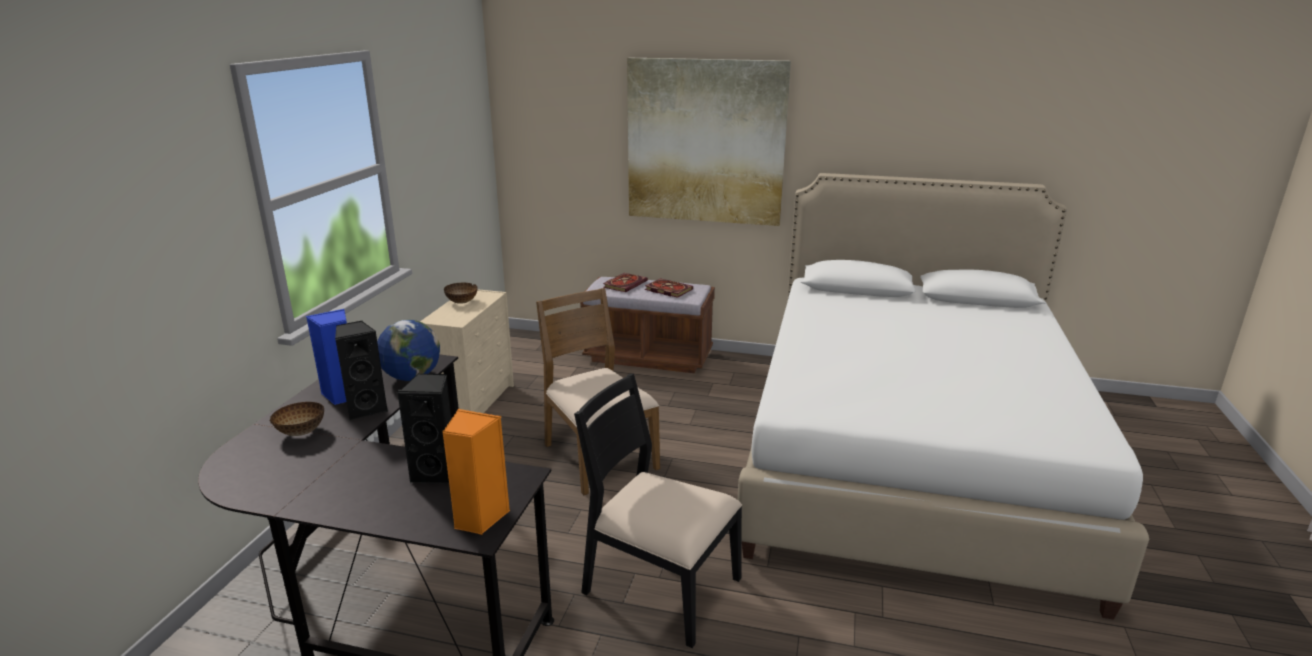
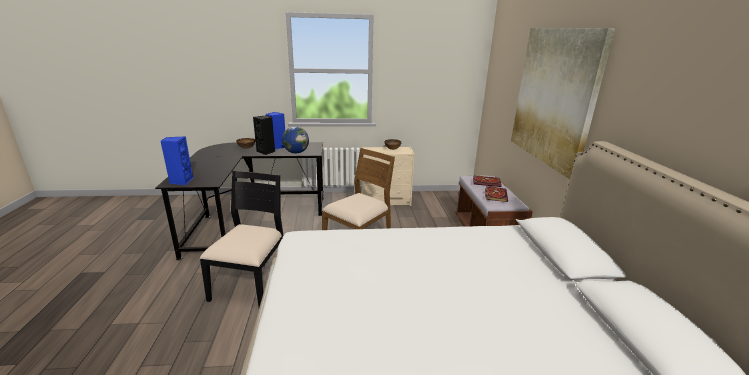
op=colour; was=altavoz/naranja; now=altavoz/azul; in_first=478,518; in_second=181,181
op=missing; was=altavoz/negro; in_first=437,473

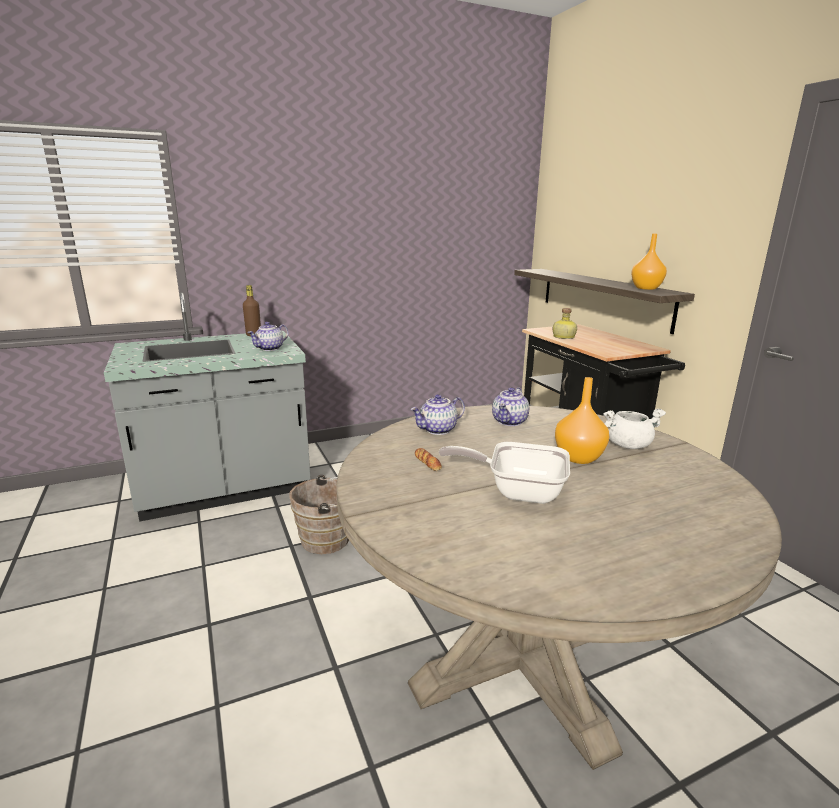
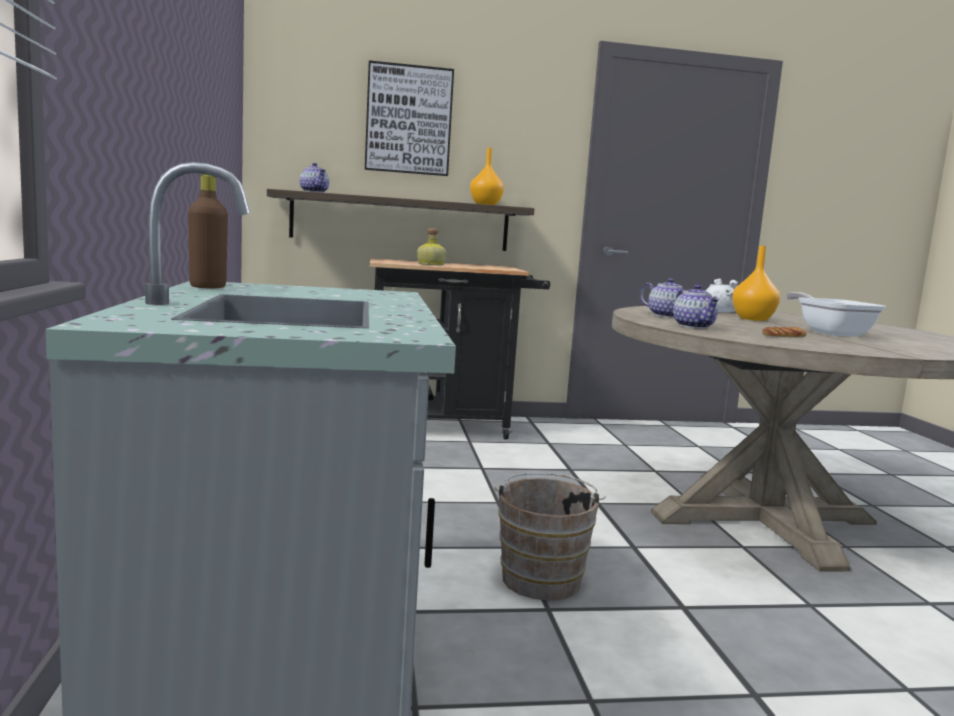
op=relocated; was=tetera; in_first=270,349; in_second=315,192
op=appeared; now=cuadro; in_second=408,120
op=spun; was=sartén; in_first=517,491; in_second=830,332; clockwise=135

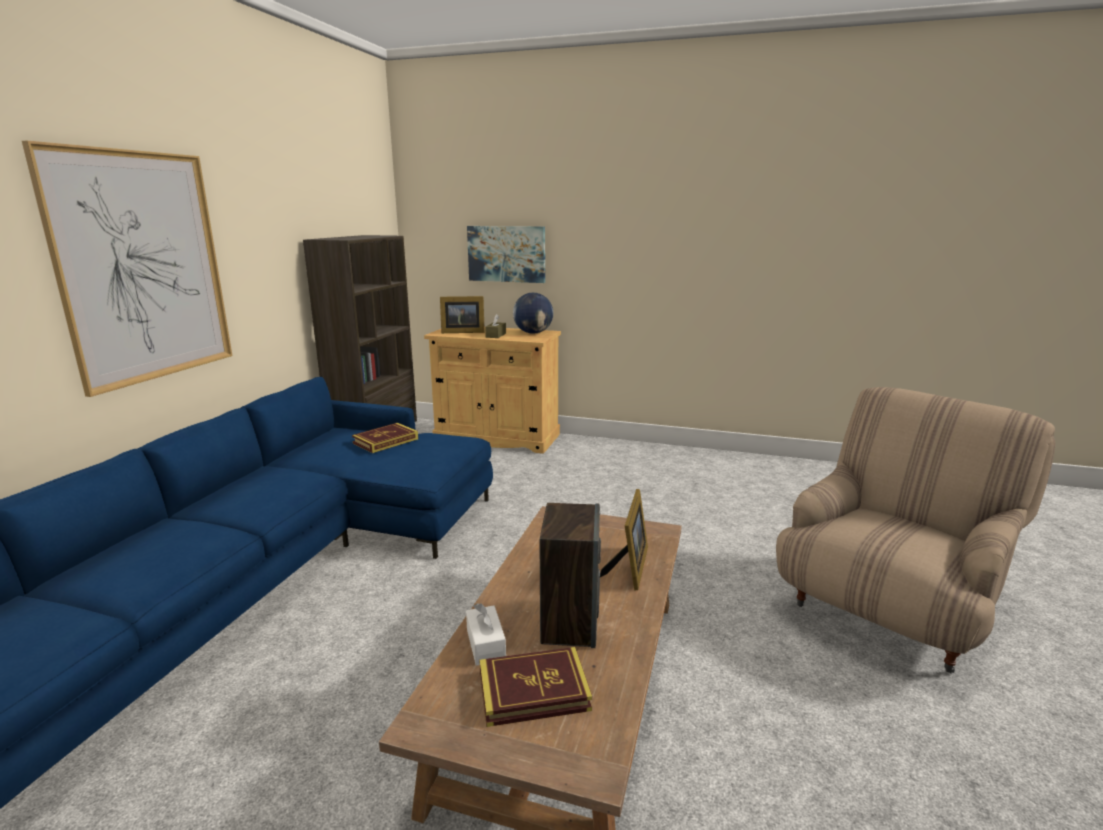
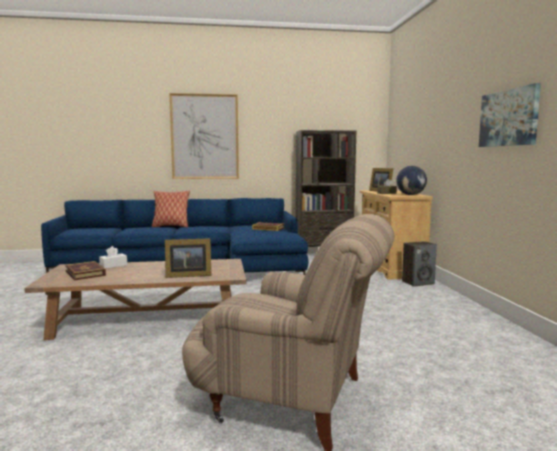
op=appeared; now=cojín; in_second=171,226
op=relocated; was=altavoz; in_first=569,622; in_second=418,282
op=relocated; was=cuadro; in_first=506,254; in_second=508,118

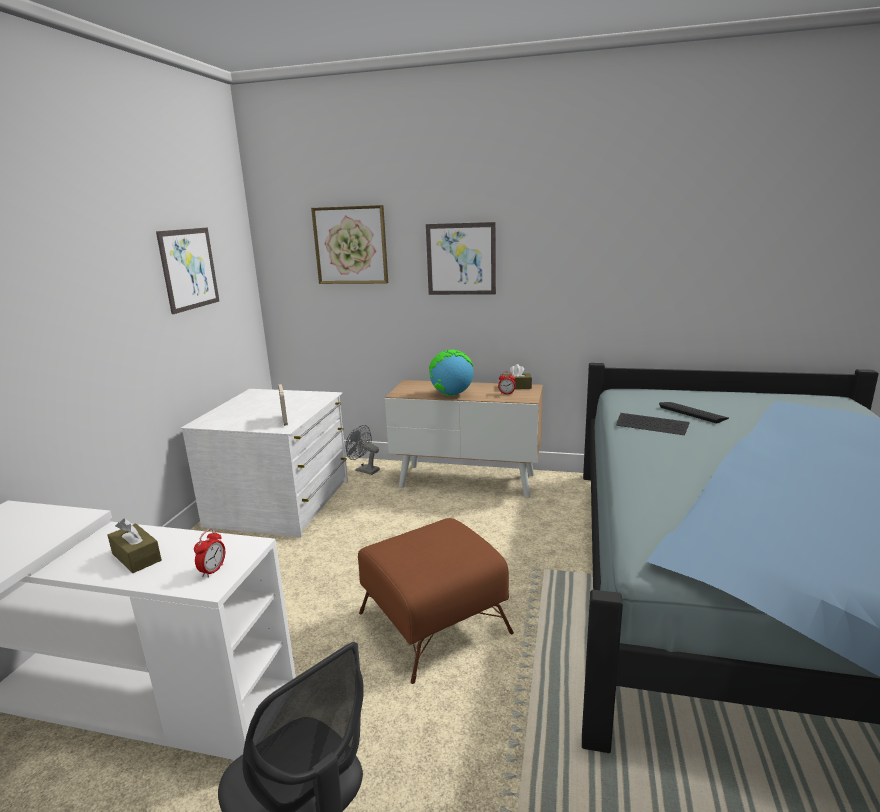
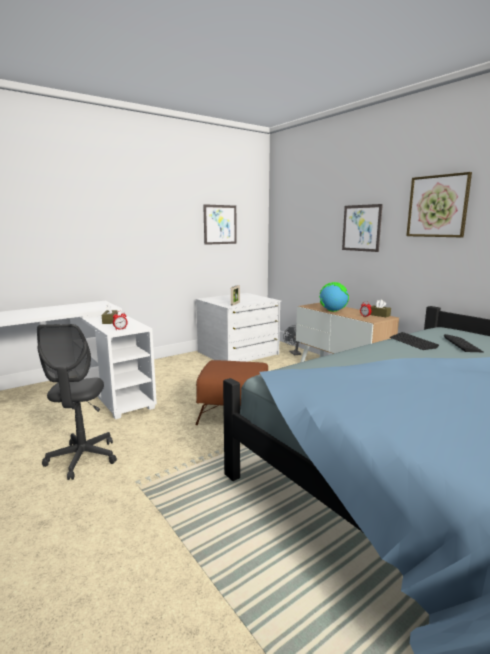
op=relocated; was=cuadro; in_first=351,245; in_second=437,206

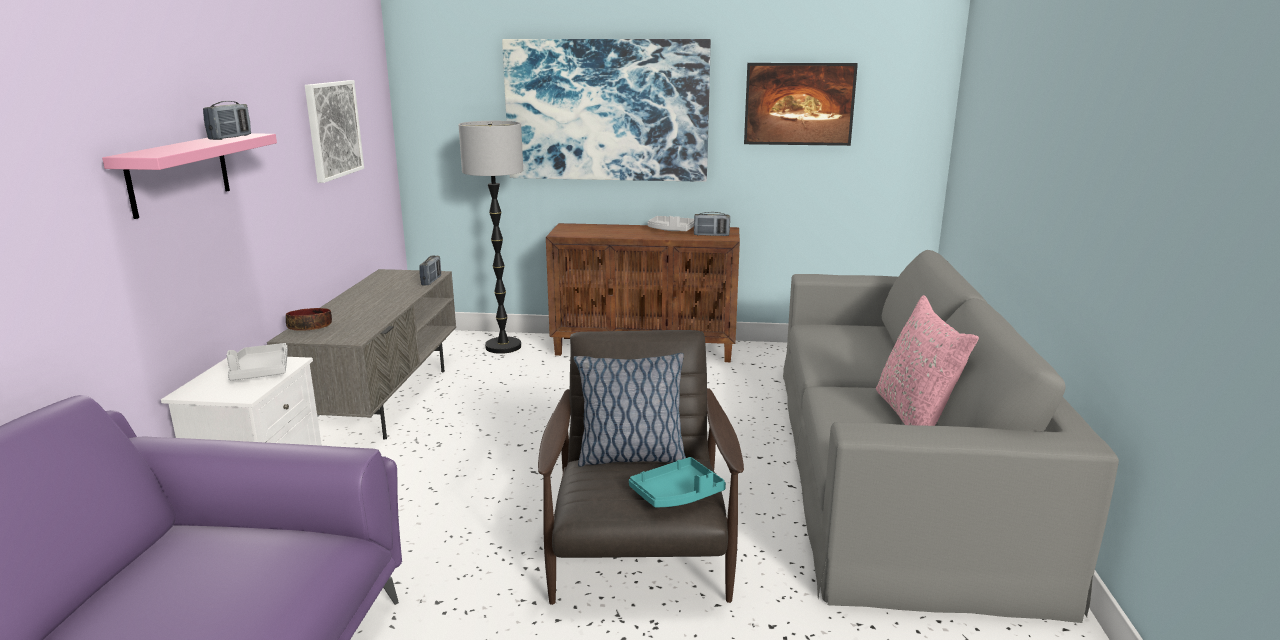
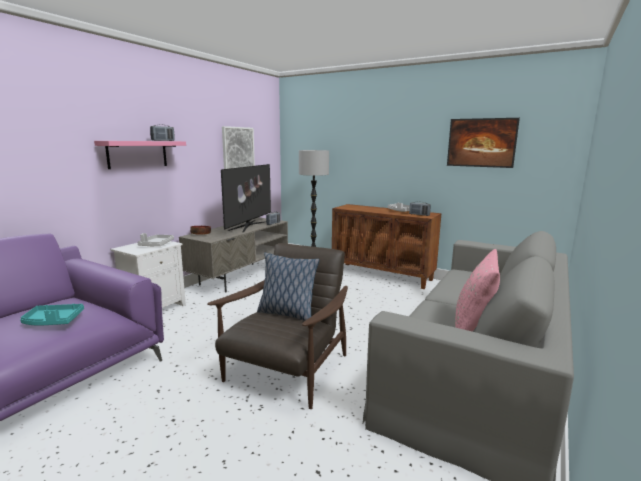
op=relocated; was=bandeja/turquesa; in_first=677,494; in_second=53,321
op=appeared; now=televisor; in_second=248,226
op=missing; was=cuadro; in_first=607,110

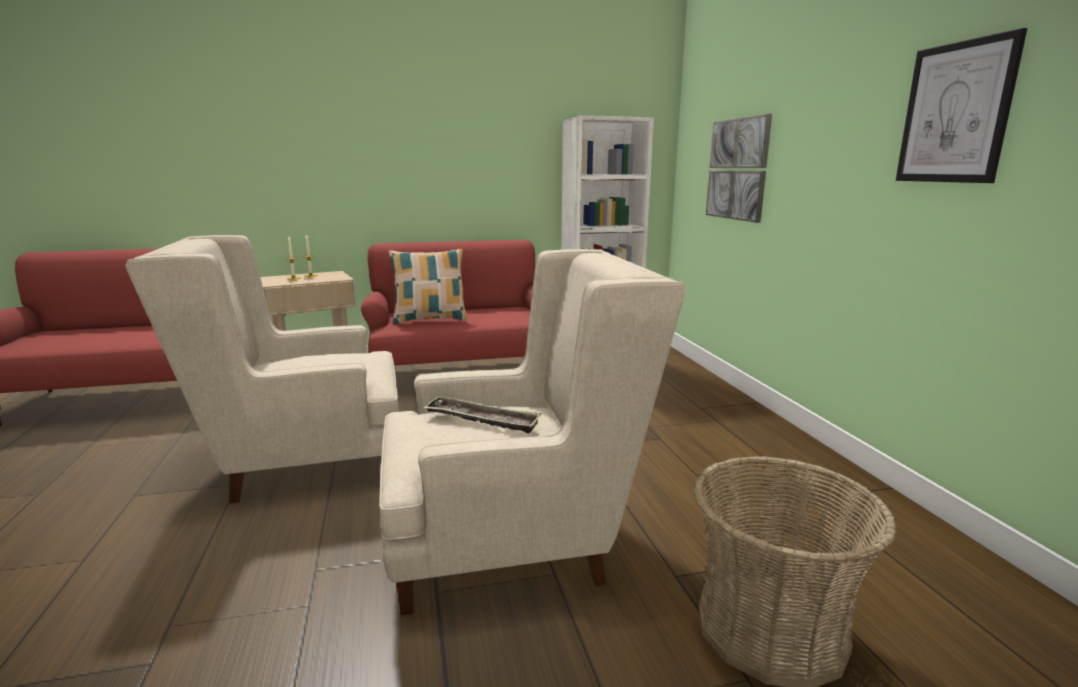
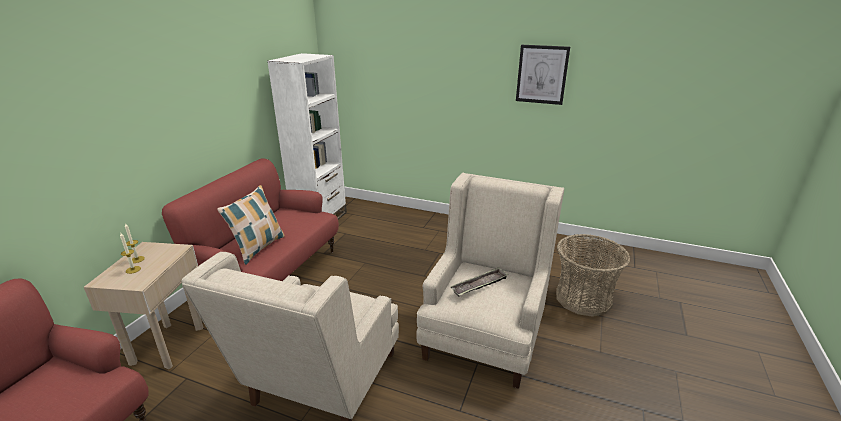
op=missing; was=cuadro; in_first=737,169

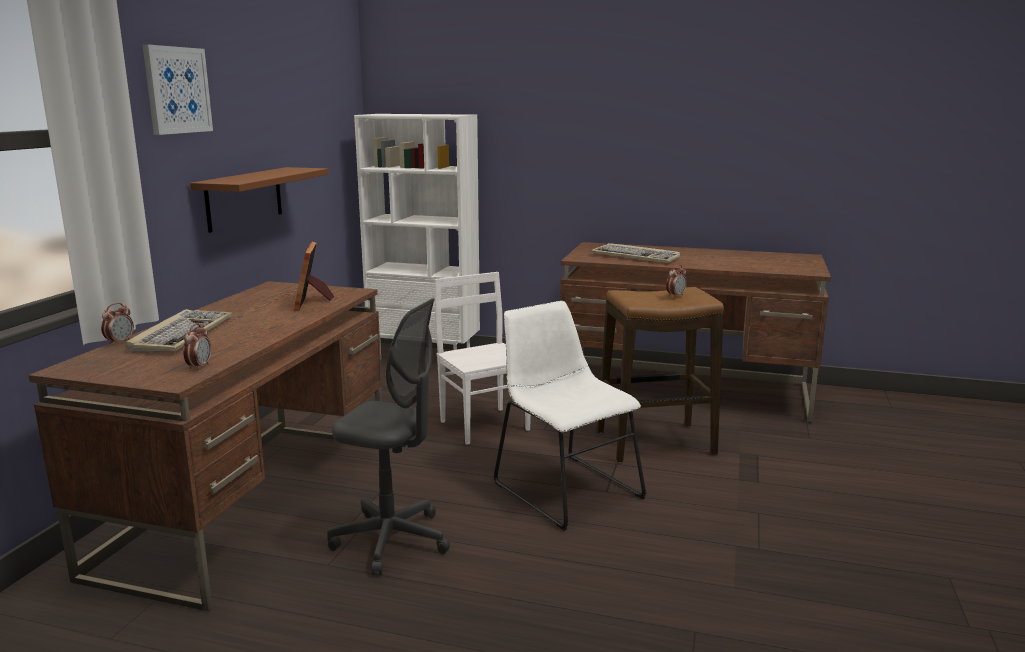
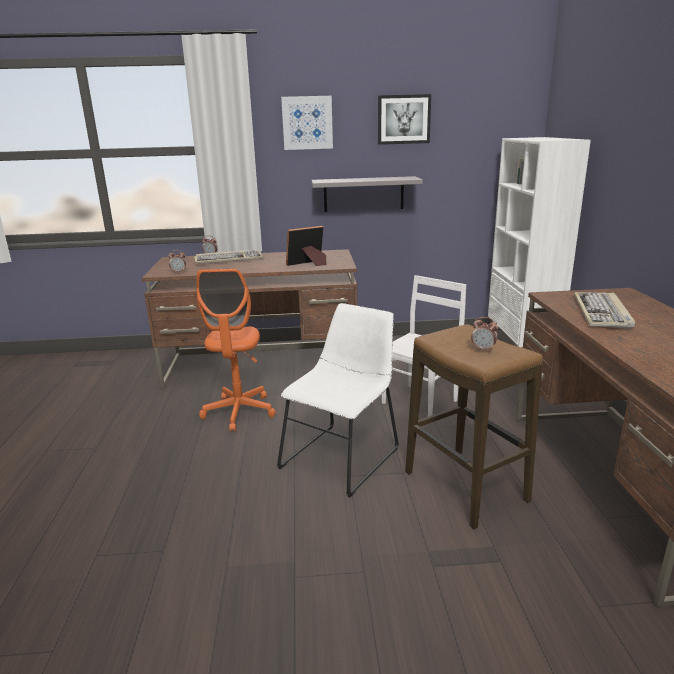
op=colour; was=silla de oficina/gris; now=silla de oficina/naranja; in_first=391,540; in_second=239,412
op=colour; was=estante/marrón; now=estante/gris; in_first=244,198; in_second=363,194
op=appeared; now=cuadro; in_second=403,119

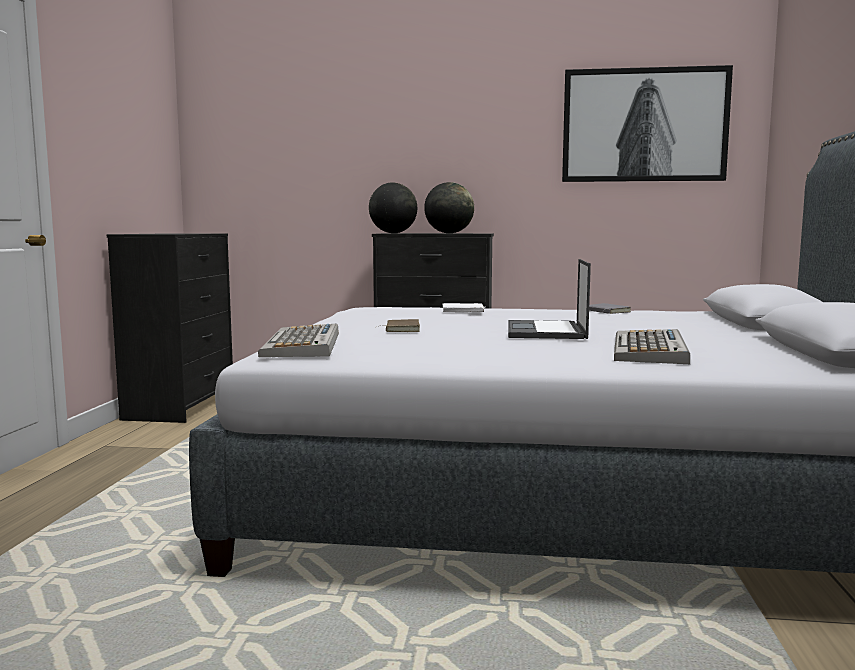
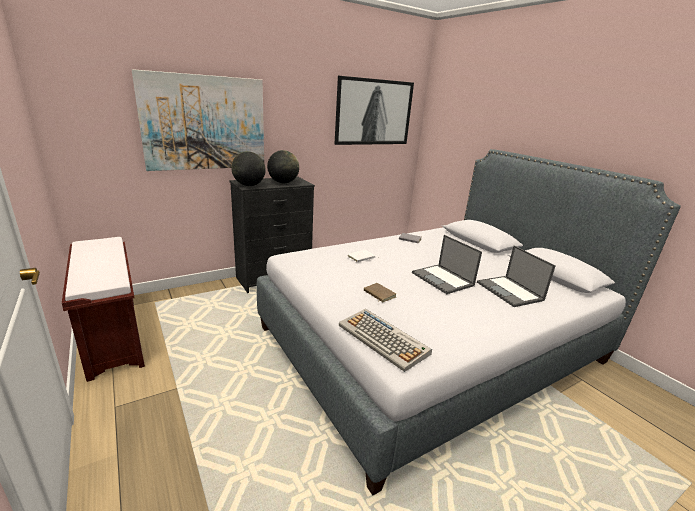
op=exchanged; was=cómoda/negro; now=banco/marrón; in_first=181,406; in_second=113,336
op=appeared; now=cuadro; in_second=205,123
op=exchanged; was=teclado; now=portátil; in_first=650,349; in_second=510,291

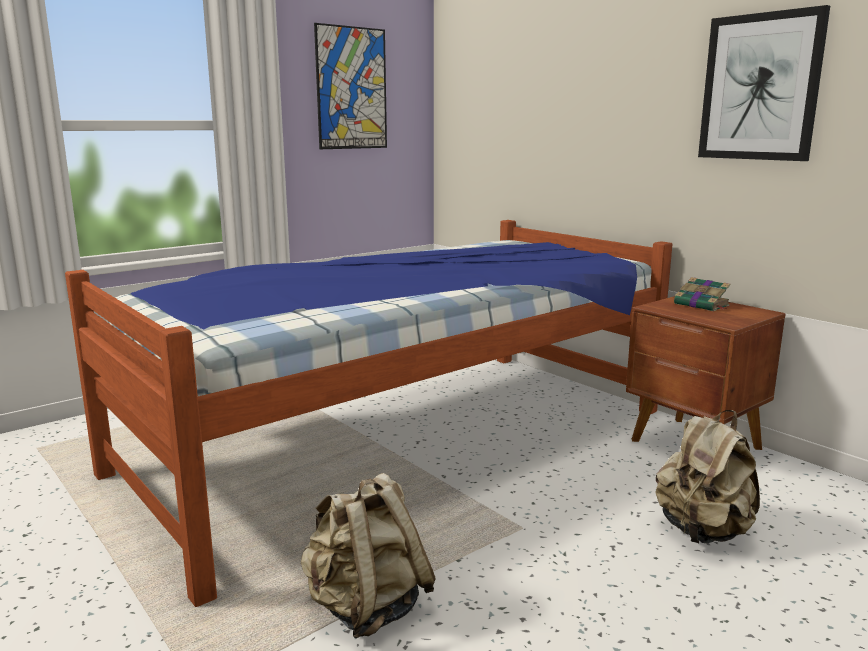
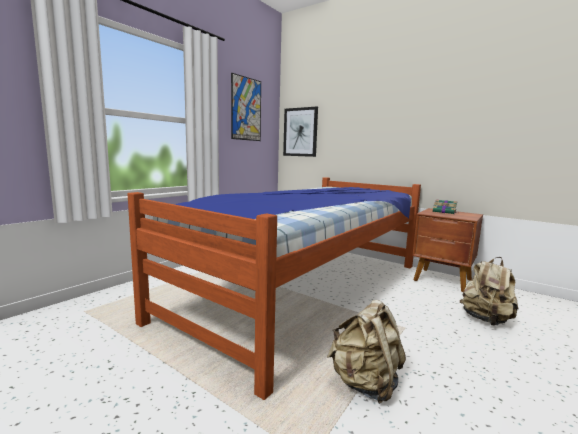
op=relocated; was=cuadro; in_first=760,87; in_second=300,132

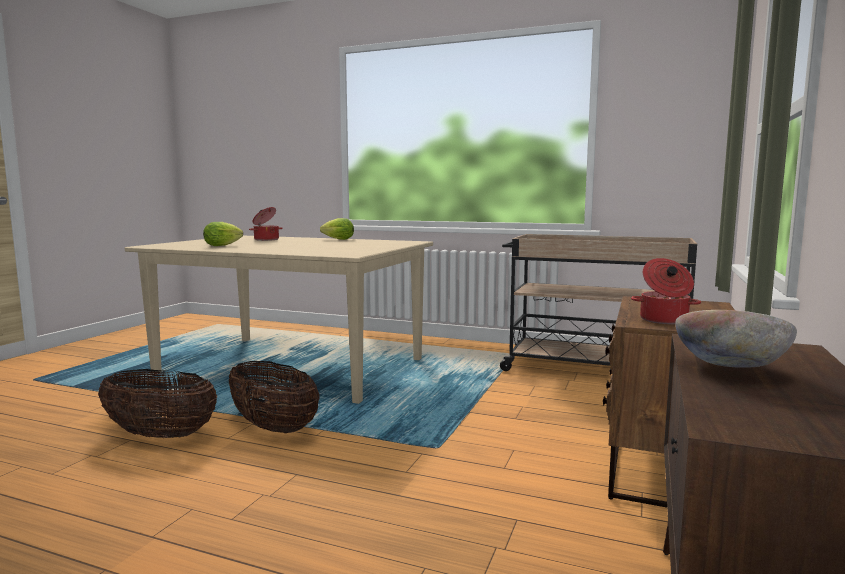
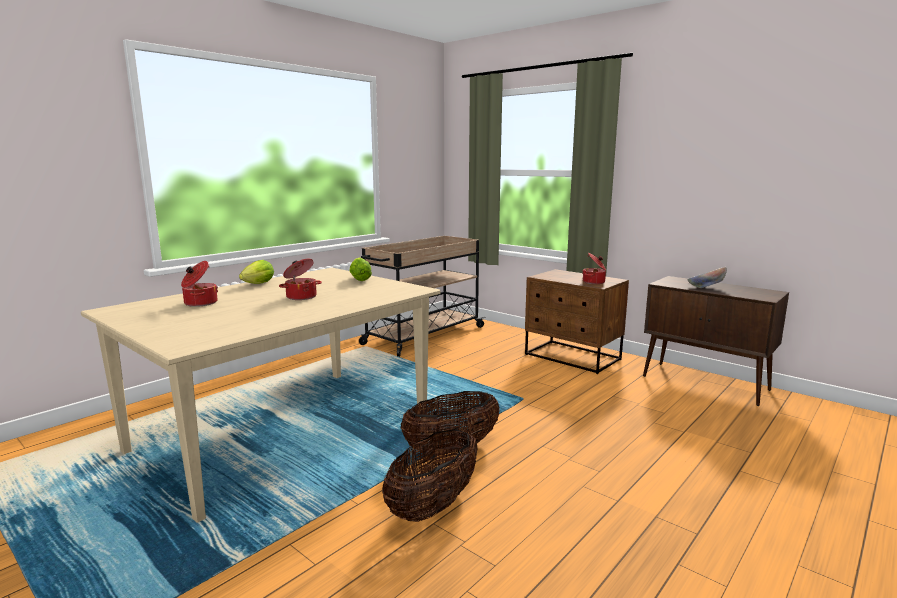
op=appeared; now=olla; in_second=301,297
op=relocated; was=lechuga; in_first=224,245; in_second=359,279

